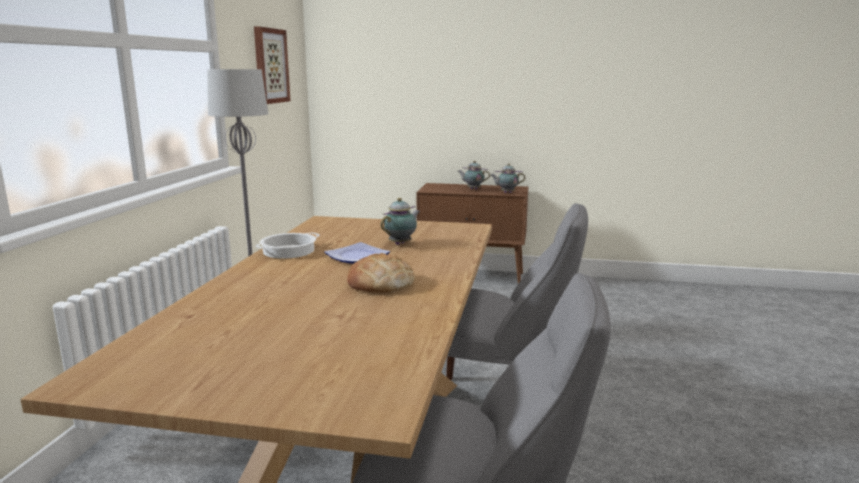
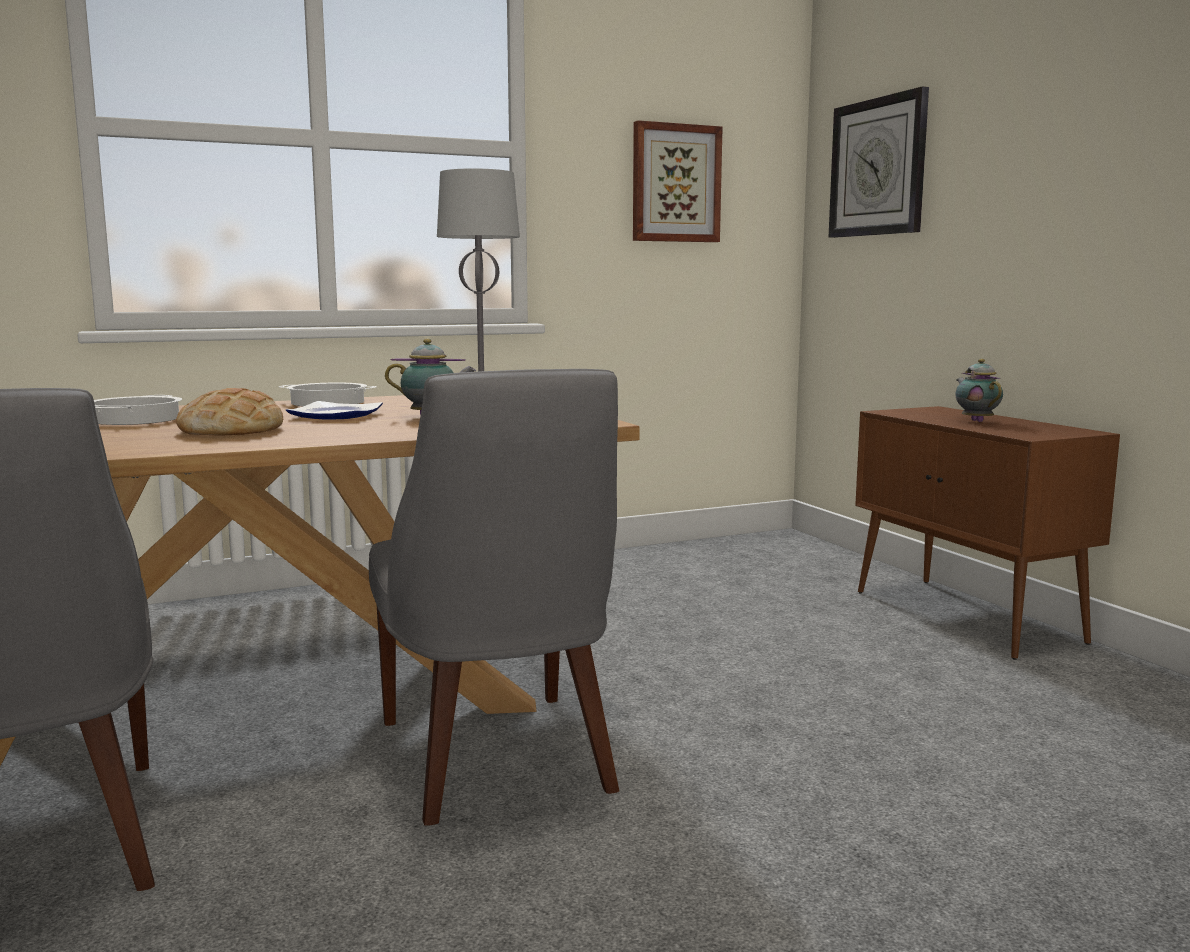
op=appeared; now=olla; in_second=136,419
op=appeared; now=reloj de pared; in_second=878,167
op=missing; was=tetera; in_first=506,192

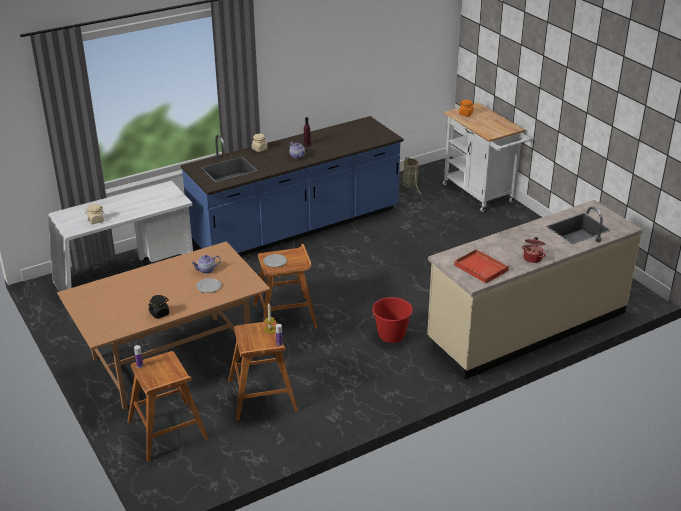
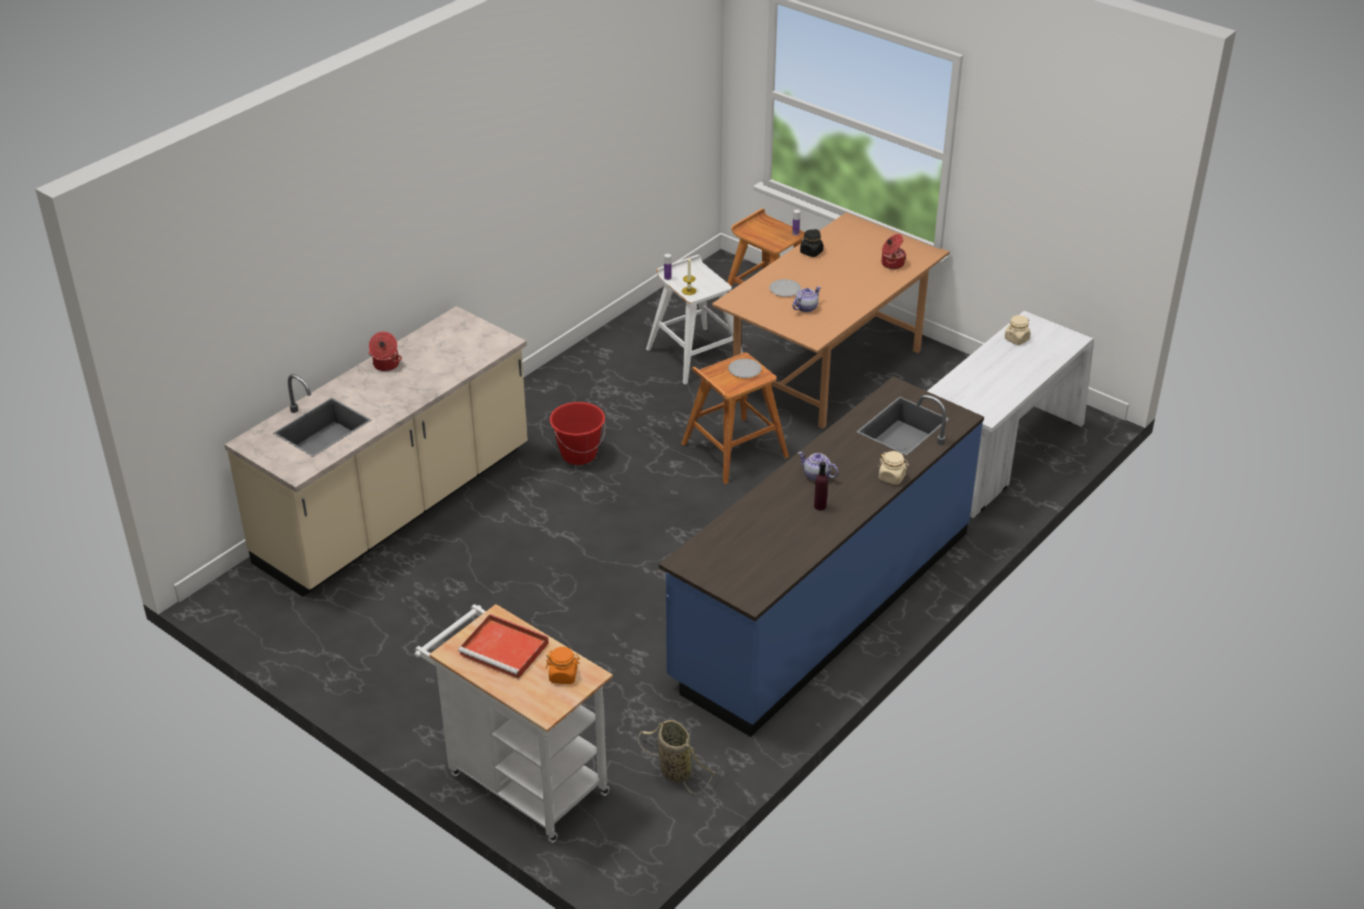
op=relocated; was=bandeja/rojo; in_first=480,267; in_second=506,649
op=colour; was=taburete/marrón; now=taburete/blanco; in_first=262,396; in_second=694,354
op=appeared; now=olla; in_second=892,263

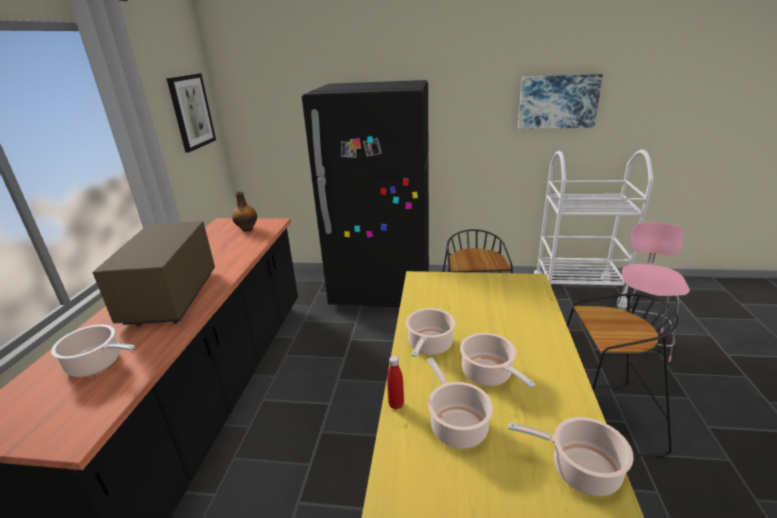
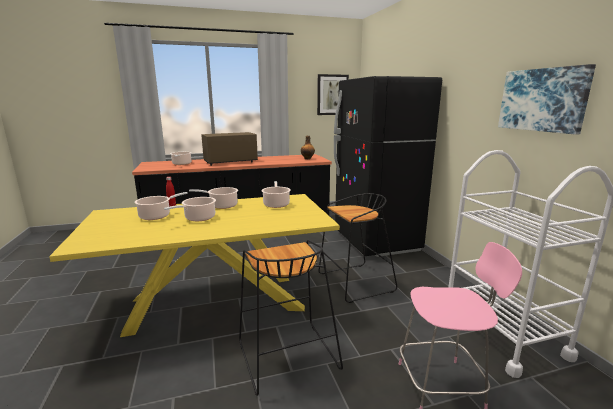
op=relocated; was=olla; in_first=580,469; in_second=276,204

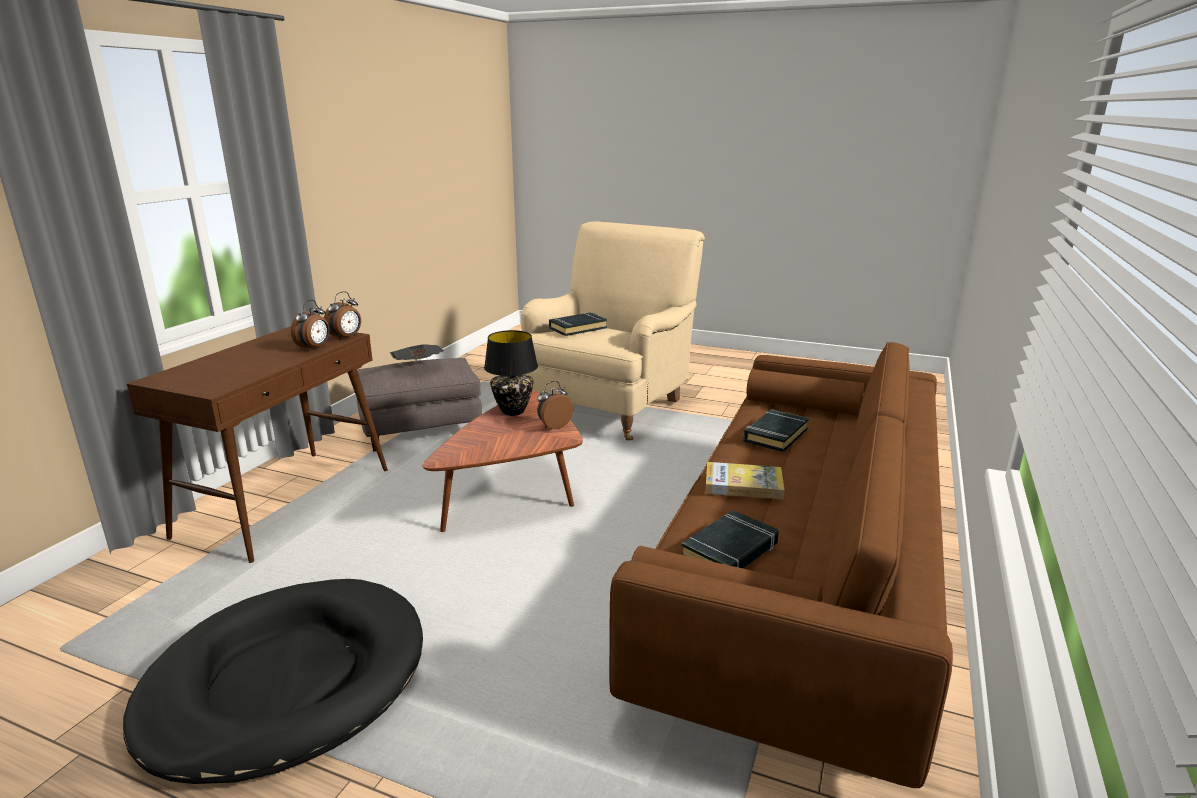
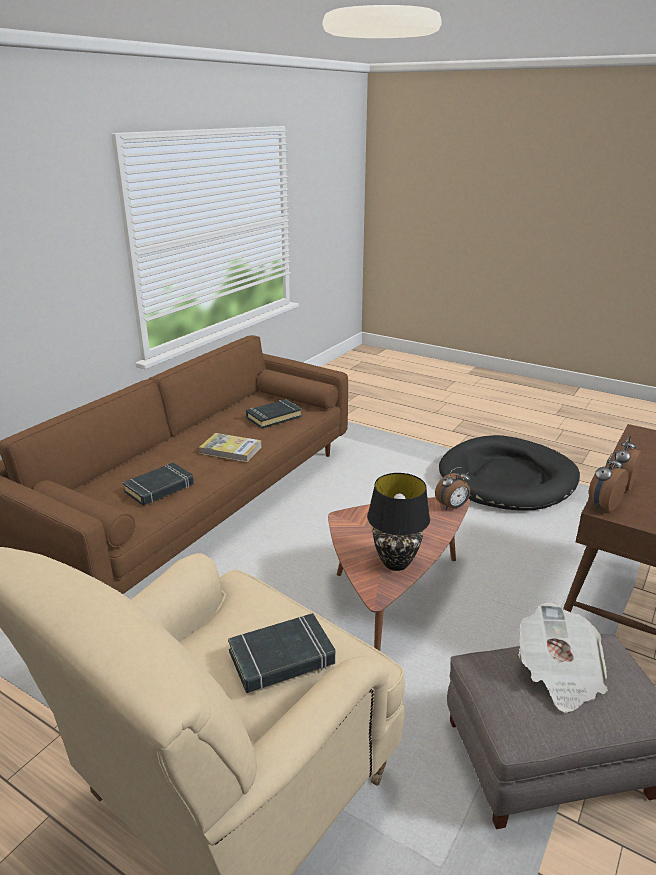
op=relocated; was=despertador; in_first=553,426; in_second=452,506

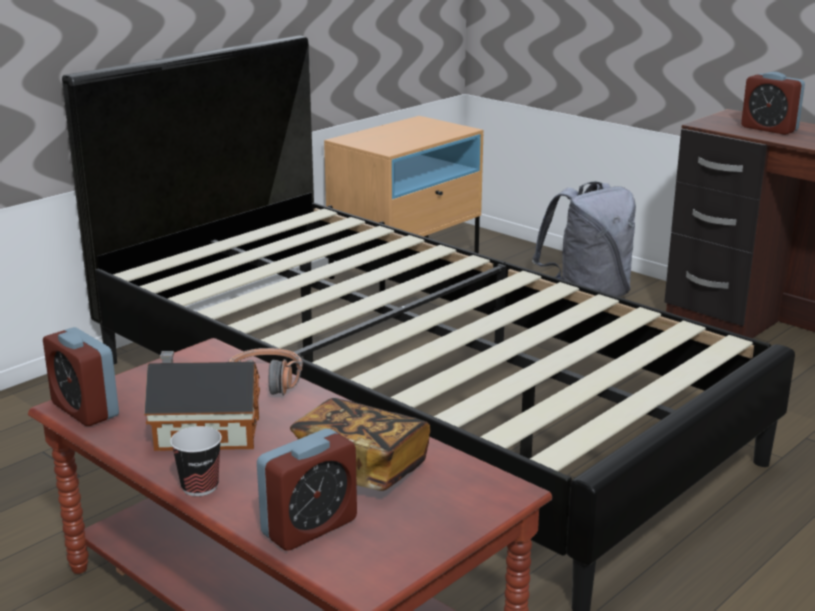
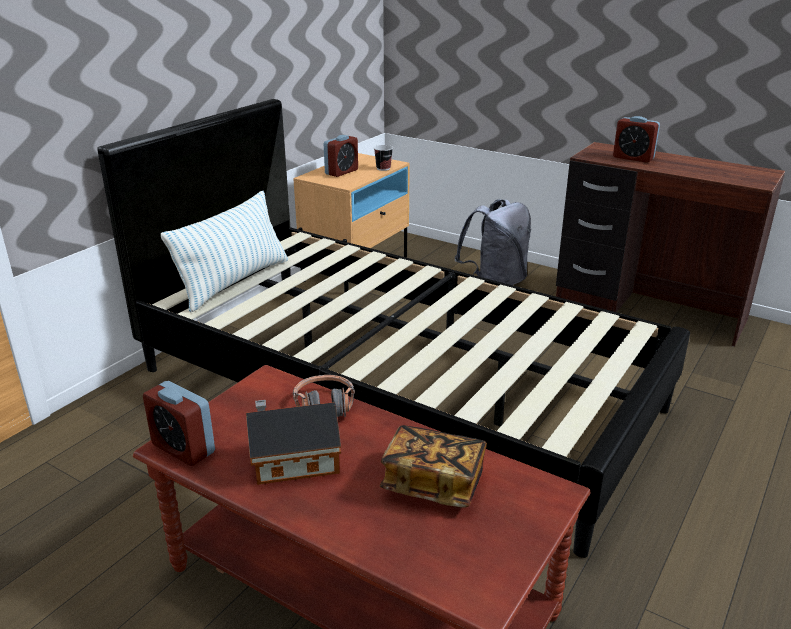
op=appeared; now=cojín; in_second=234,282
op=relocated; was=despertador; in_first=309,527; in_second=341,172
op=relocated; was=taza; in_first=200,487; in_second=383,168

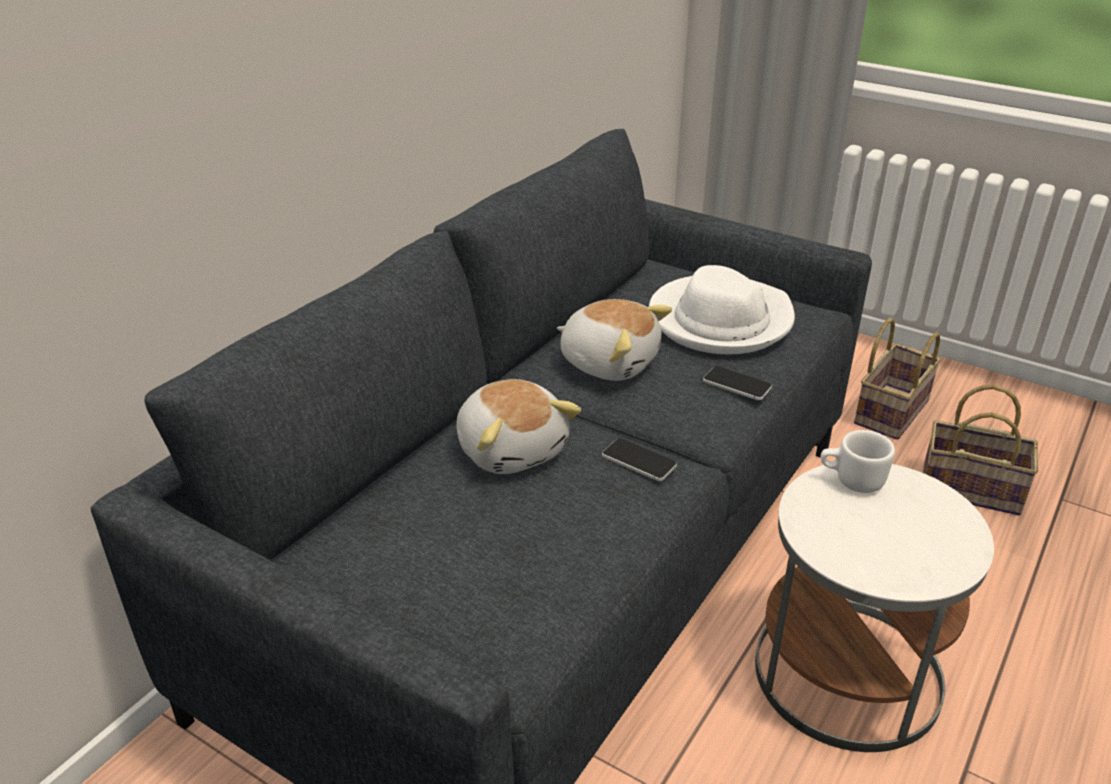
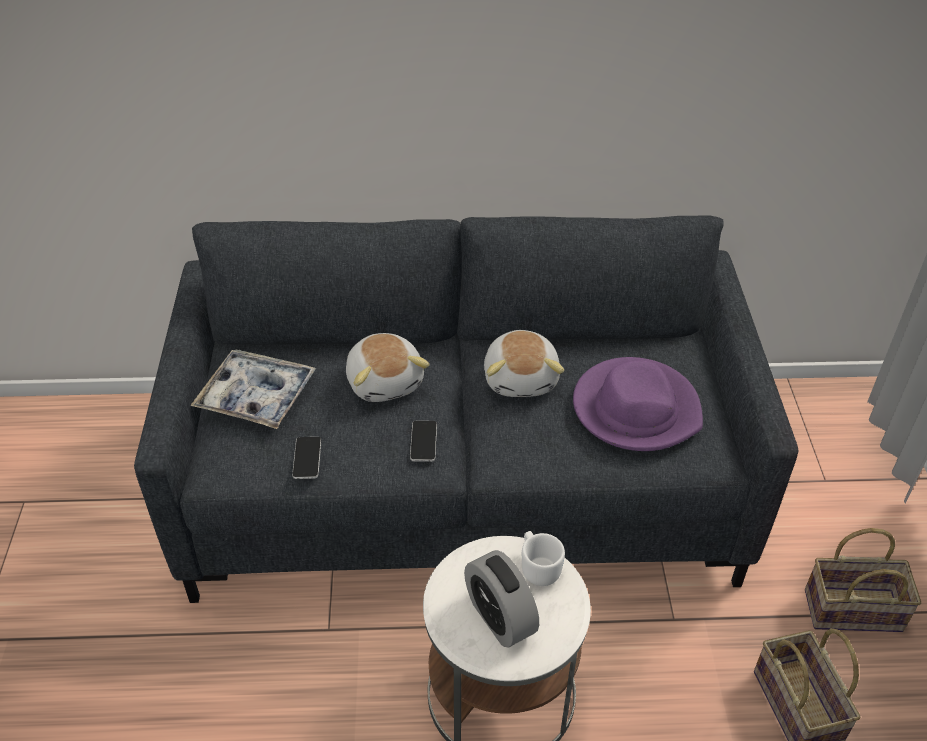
op=appeared; now=bandeja; in_second=256,396
op=relocated; was=móvil; in_first=737,384; in_second=307,458
op=spun; was=peluche; in_first=512,449; in_second=385,381; clockwise=-45
op=appeared; now=despertador; in_second=500,617
op=colour; was=sombrero/blanco; now=sombrero/morado; in_first=720,320; in_second=636,409

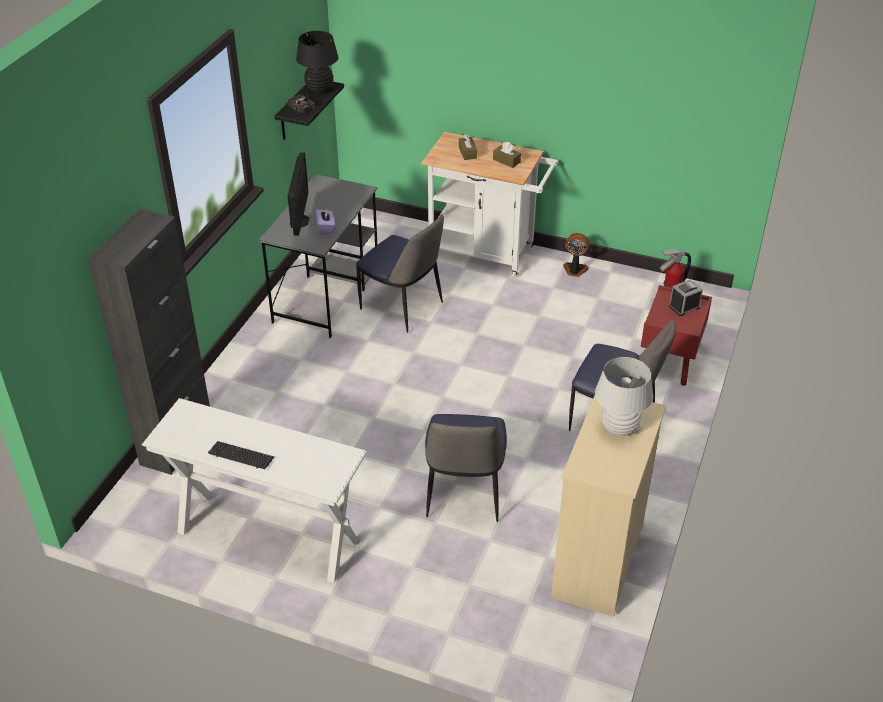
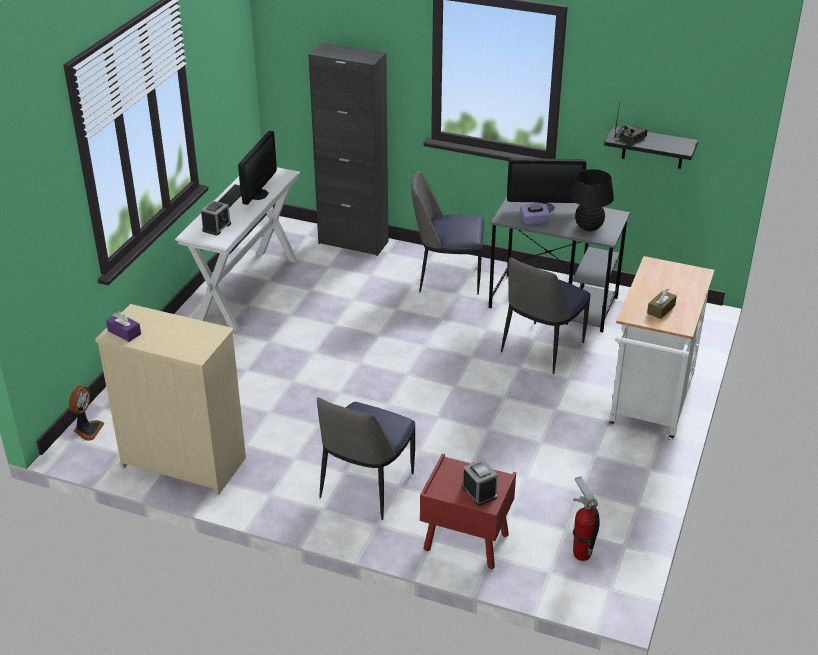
op=relocated; was=ventilador; in_first=574,270; in_second=87,429
op=appeared; now=caja de pañuelos/morado; in_second=124,332
op=appeared; now=despertador; in_second=216,227
op=appeared; now=monitor; in_second=258,194
op=relocated; was=silla; in_first=464,494; in_second=447,278
op=relocated; was=lámpara de mesa/negro; in_first=319,89; in_second=589,227
op=missing; was=caja de pañuelos/marrón; in_first=467,153
op=missing; was=lámpara de mesa/blanco; in_first=619,428

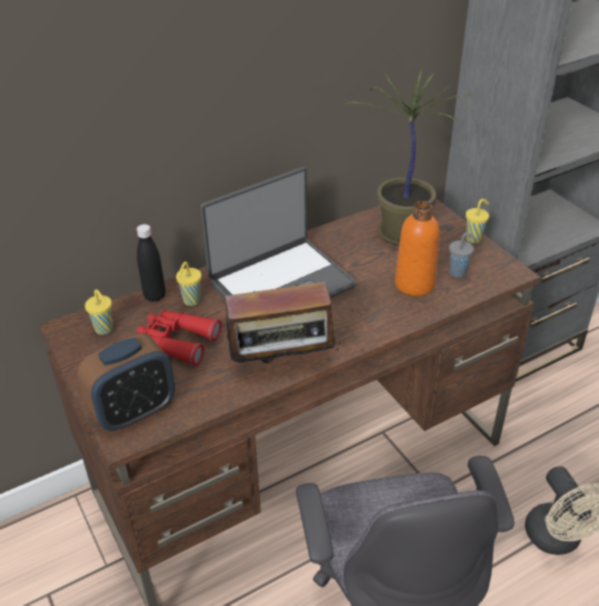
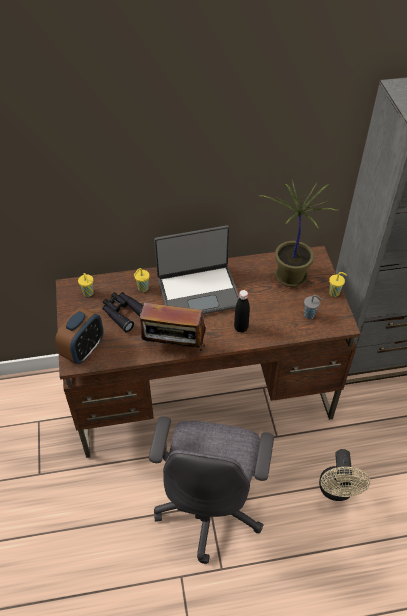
op=spun; was=despertador; in_first=134,411; in_second=83,349; clockwise=-45
op=colour; was=prismáticos/rojo; now=prismáticos/negro; in_first=177,341; in_second=123,313
op=relocated; was=botella/negro; in_first=155,296; in_second=241,327
op=missing; was=botella/naranja; in_first=414,284

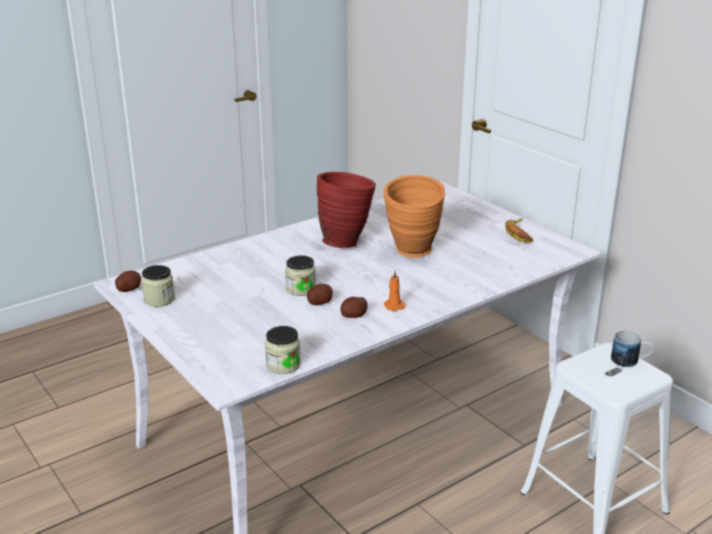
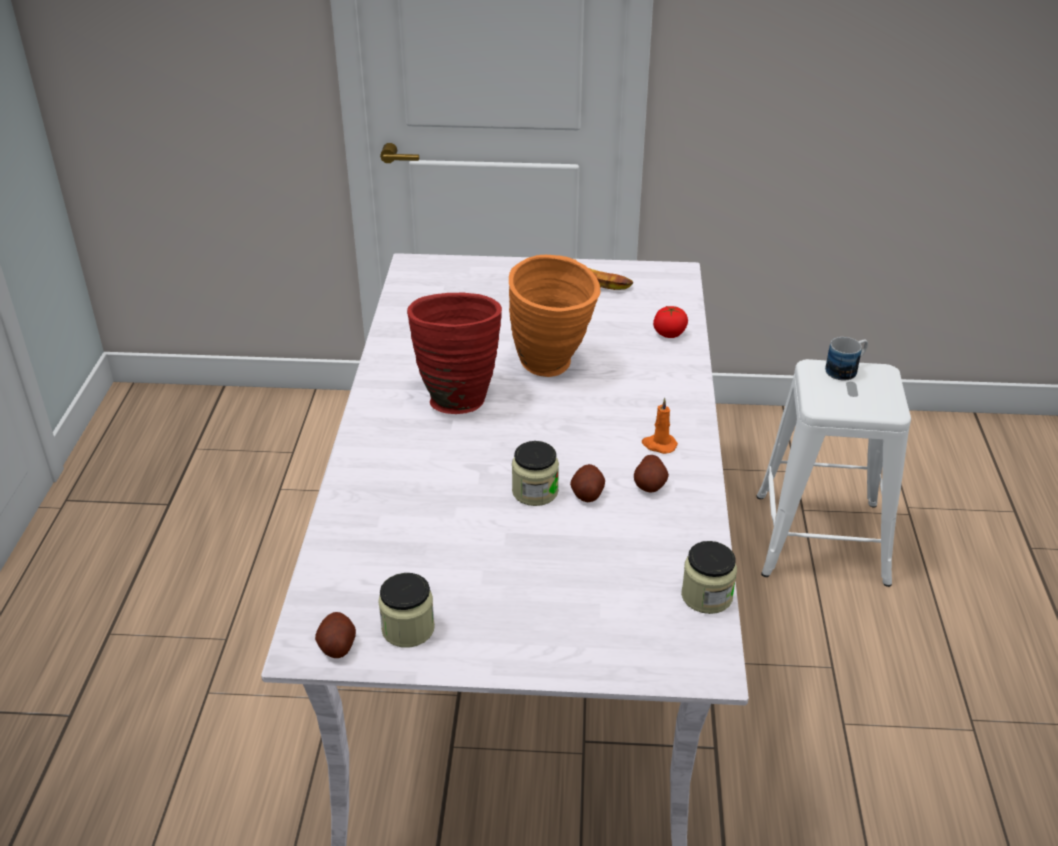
op=appeared; now=tomate; in_second=669,333

